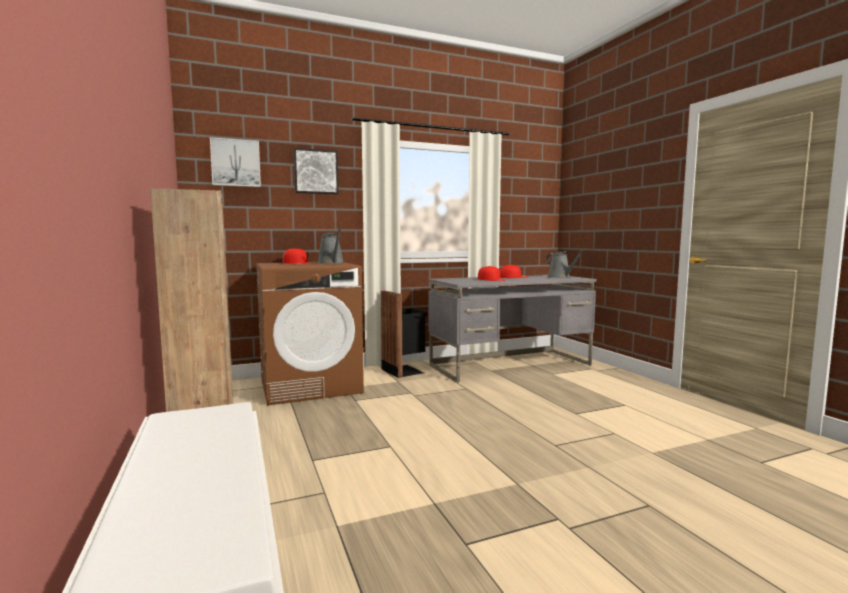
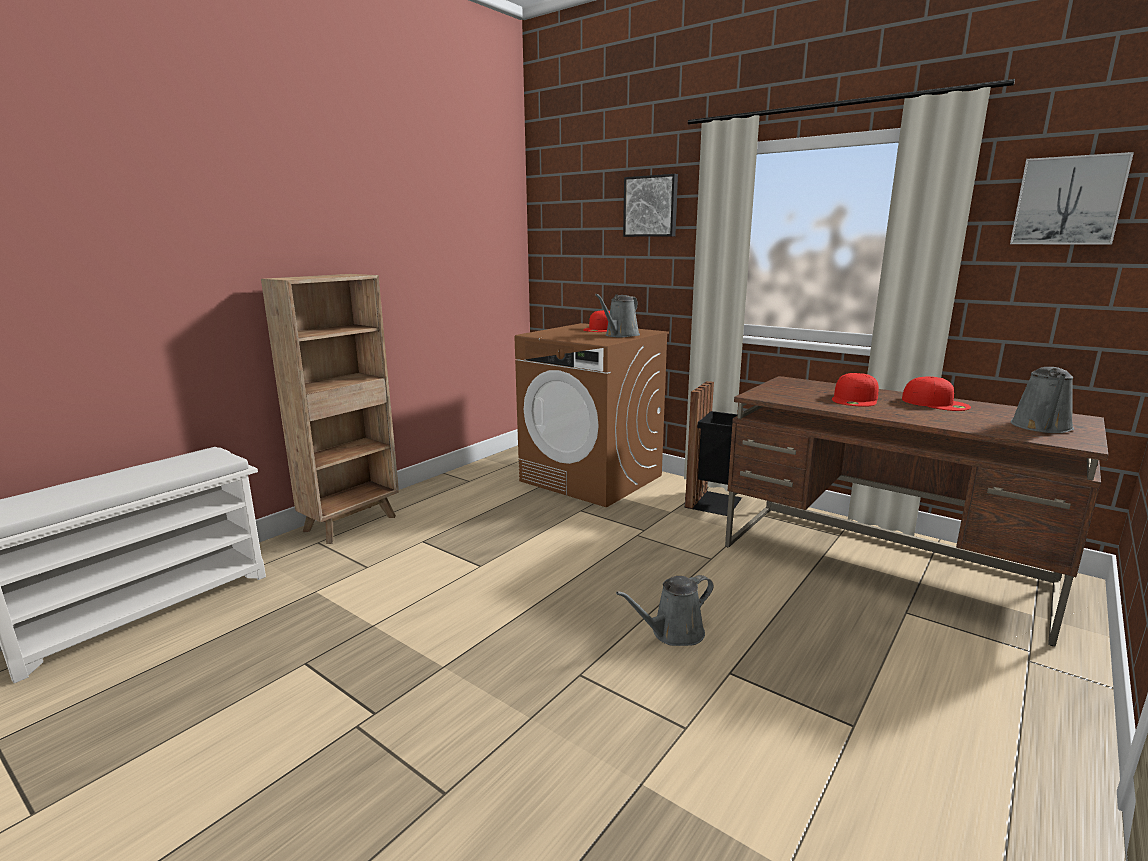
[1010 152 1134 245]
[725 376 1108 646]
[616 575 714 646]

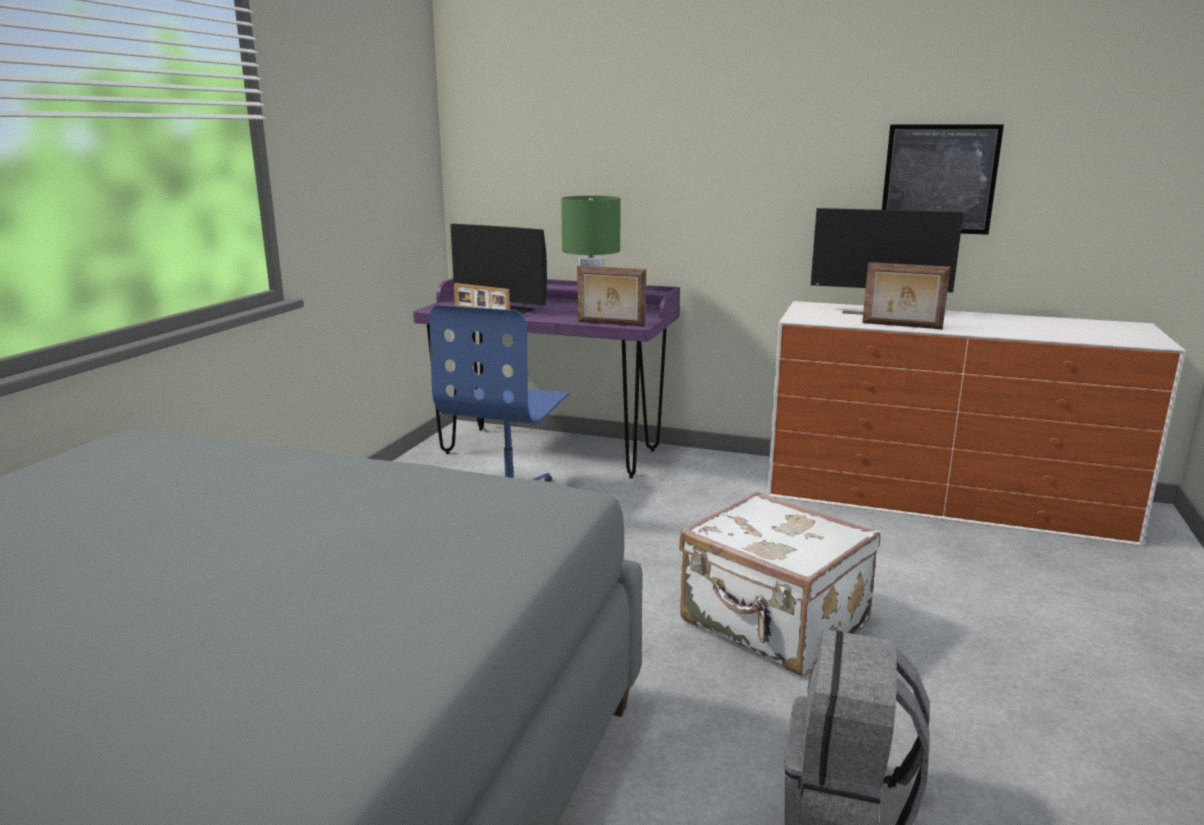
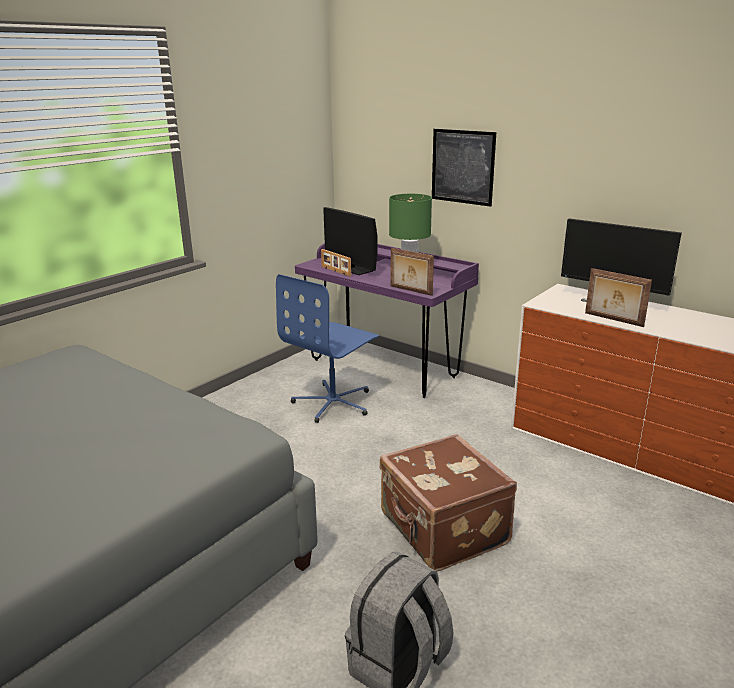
[380 434 517 572]
[432 129 496 207]

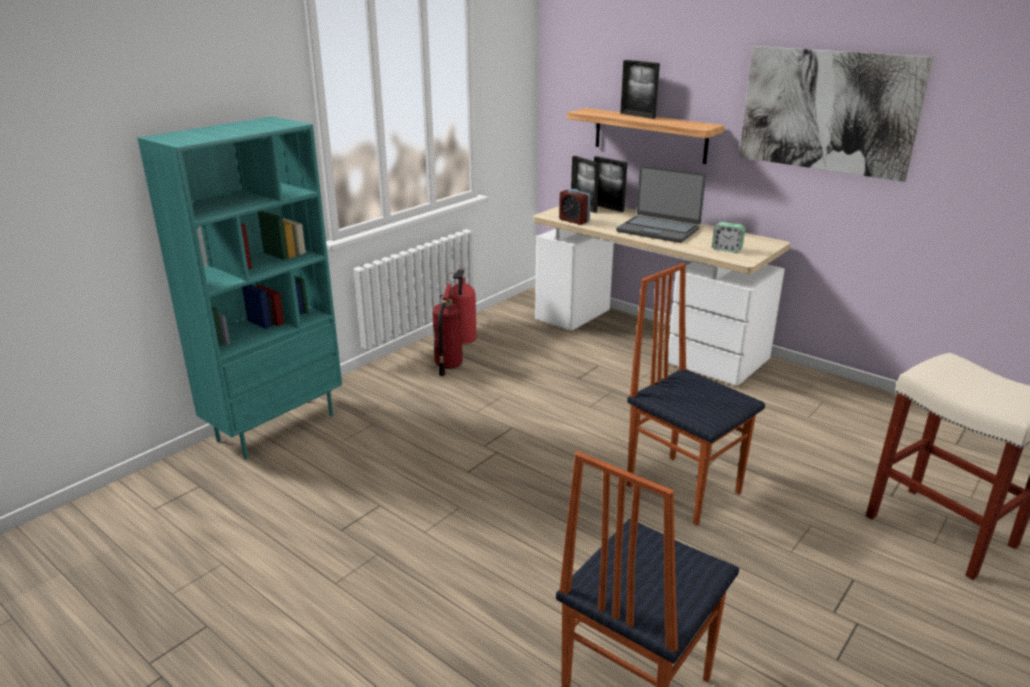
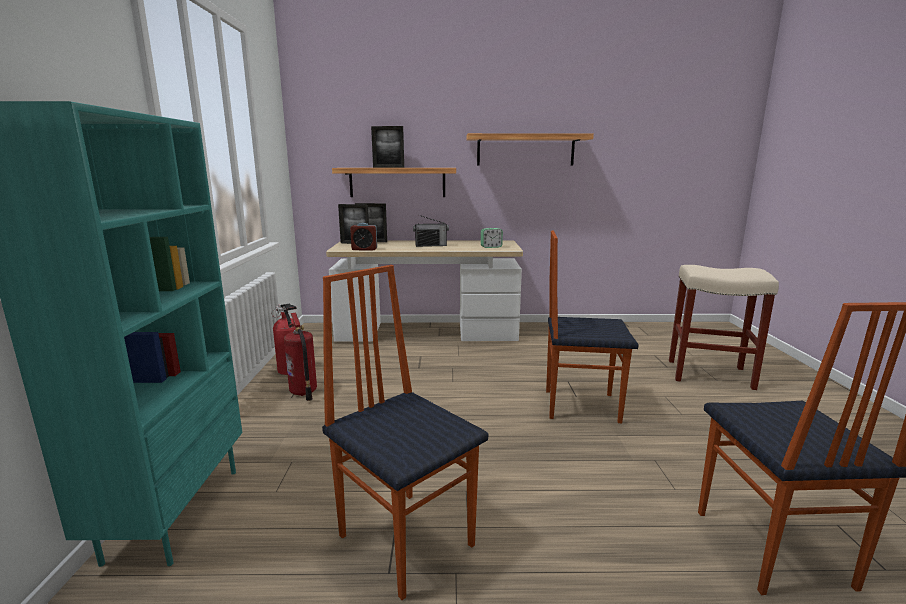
[413 215 449 247]
[467 133 594 165]
[322 265 488 600]

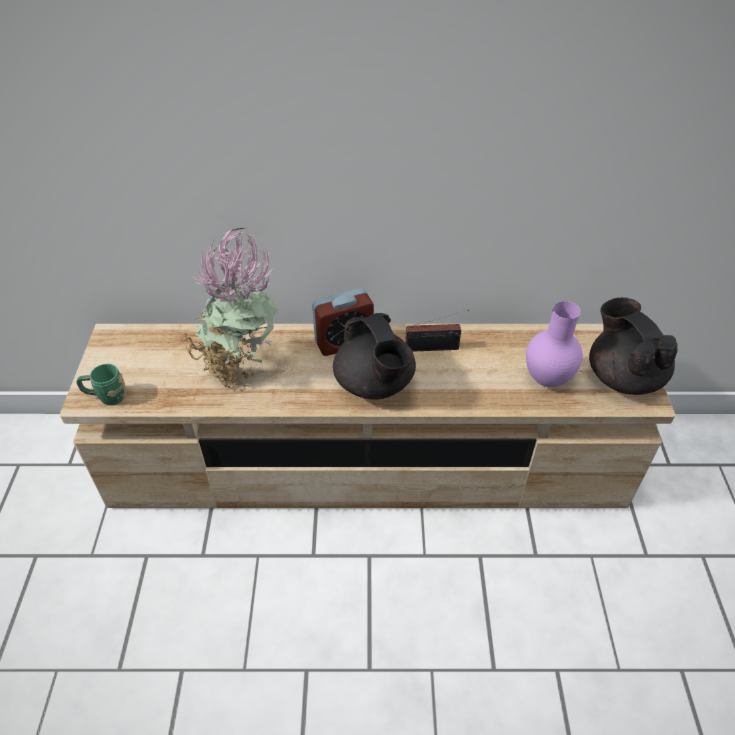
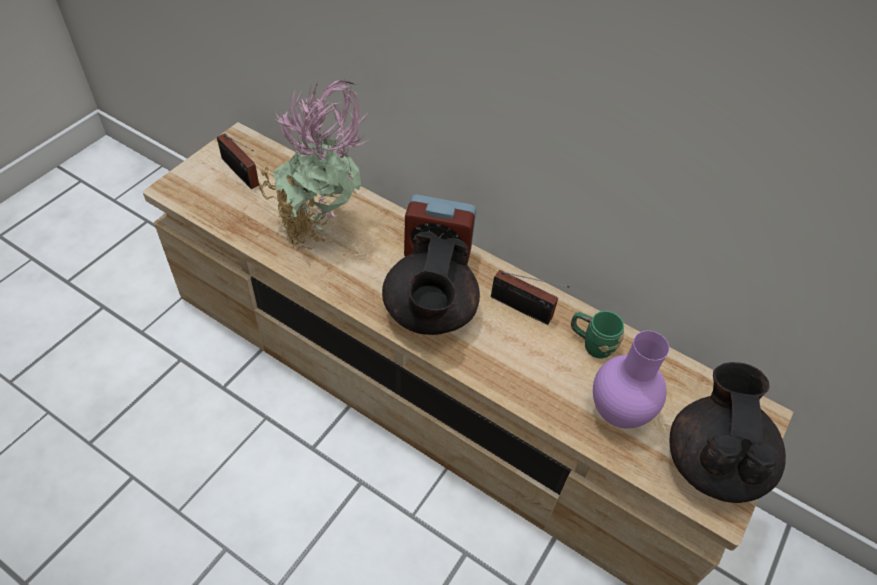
[571 311 624 359]
[217 134 259 189]

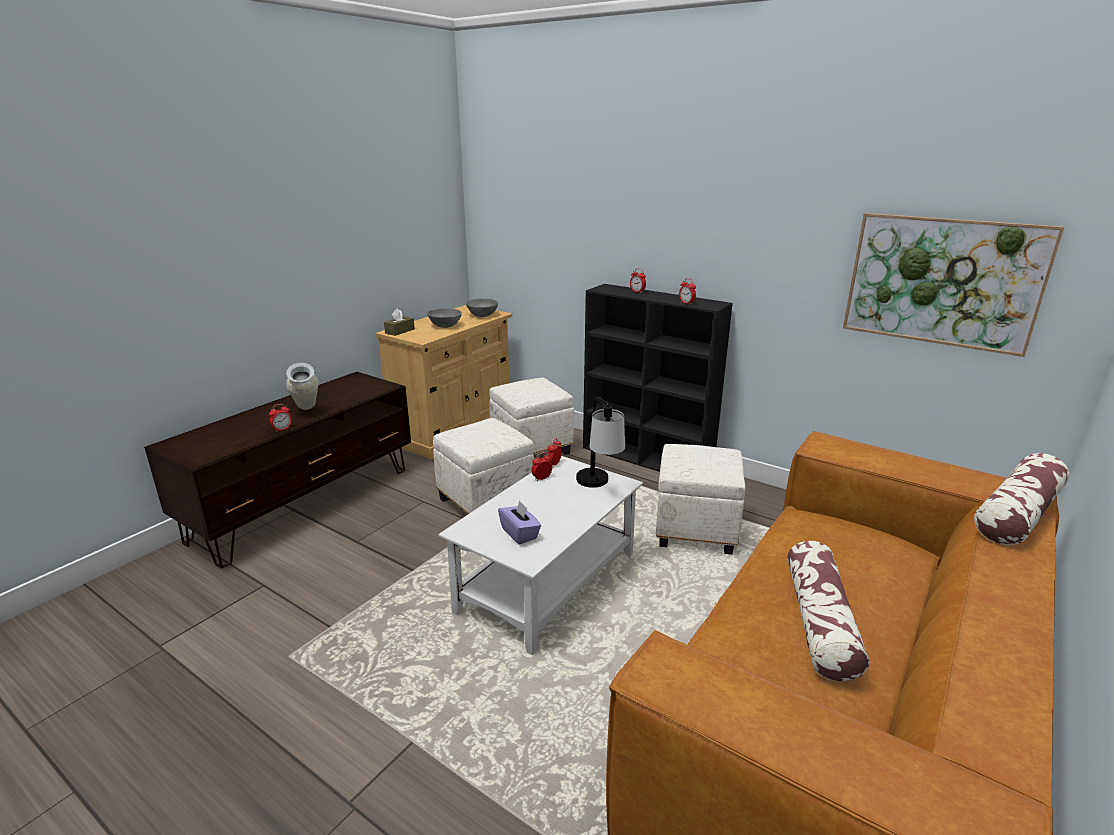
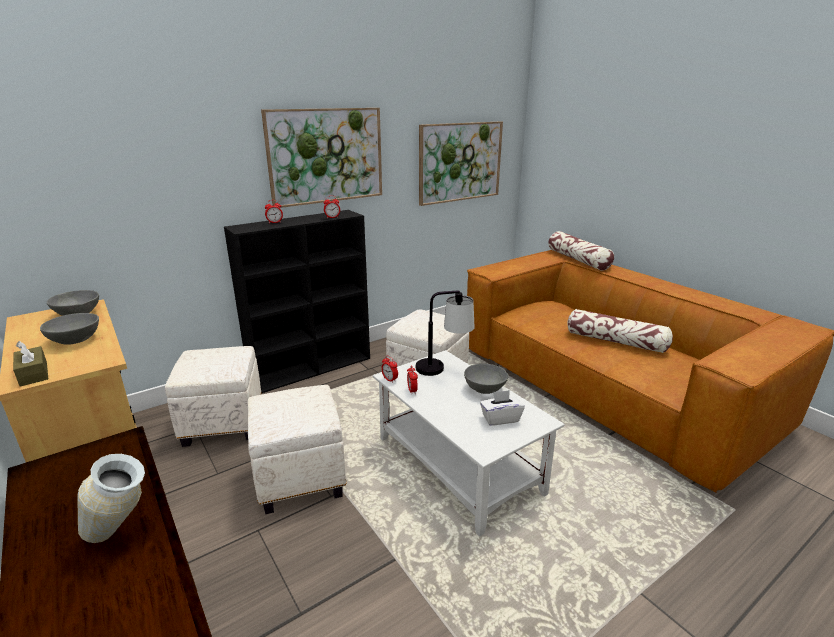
[269 404 292 432] (first image)
[480 390 525 426]
[261 108 382 208]
[464 364 509 394]

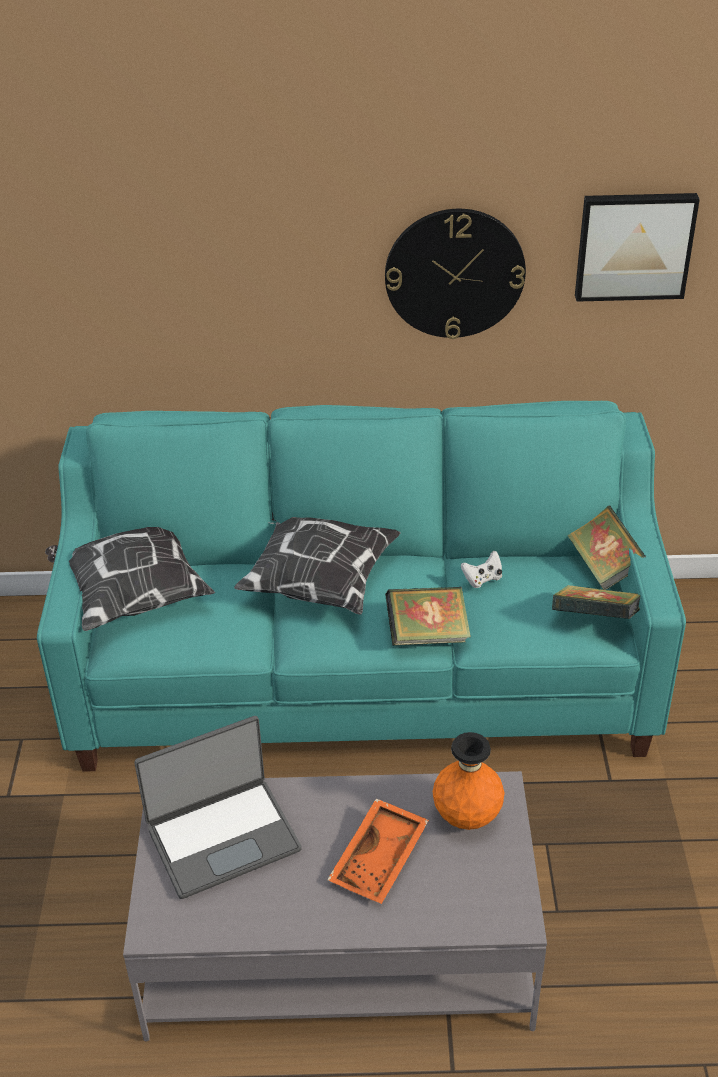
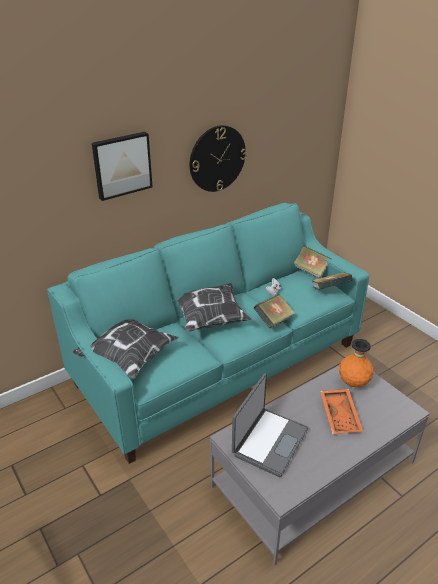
[92 132 153 201]

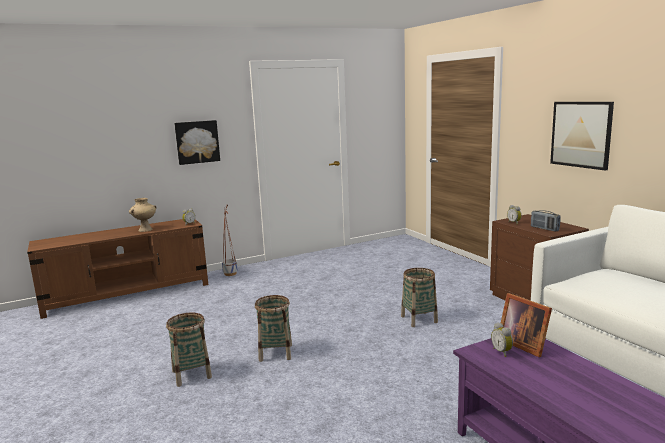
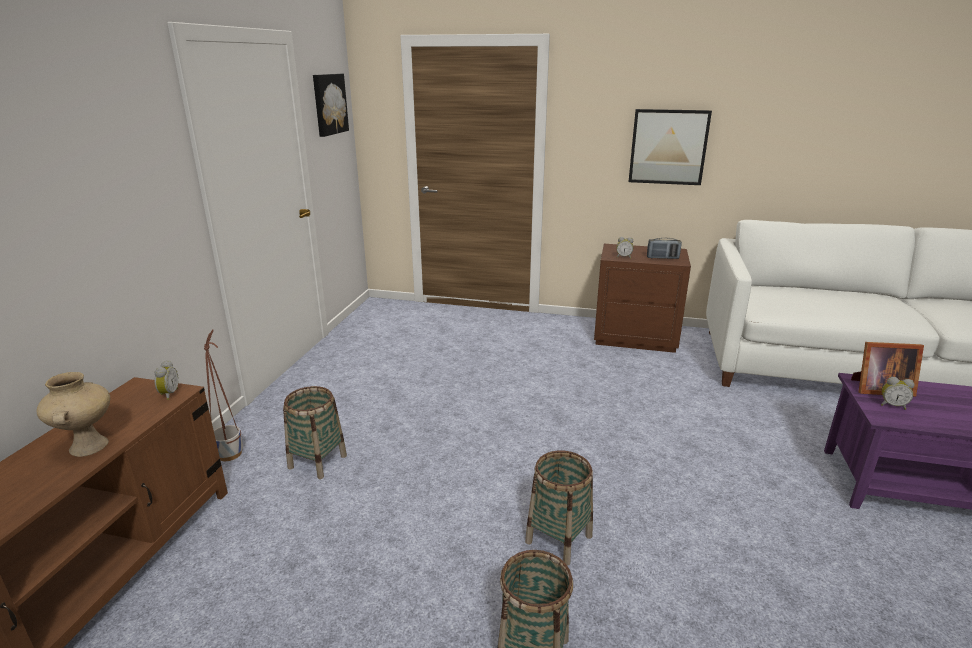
[313 74 349 137]
[283 386 347 479]

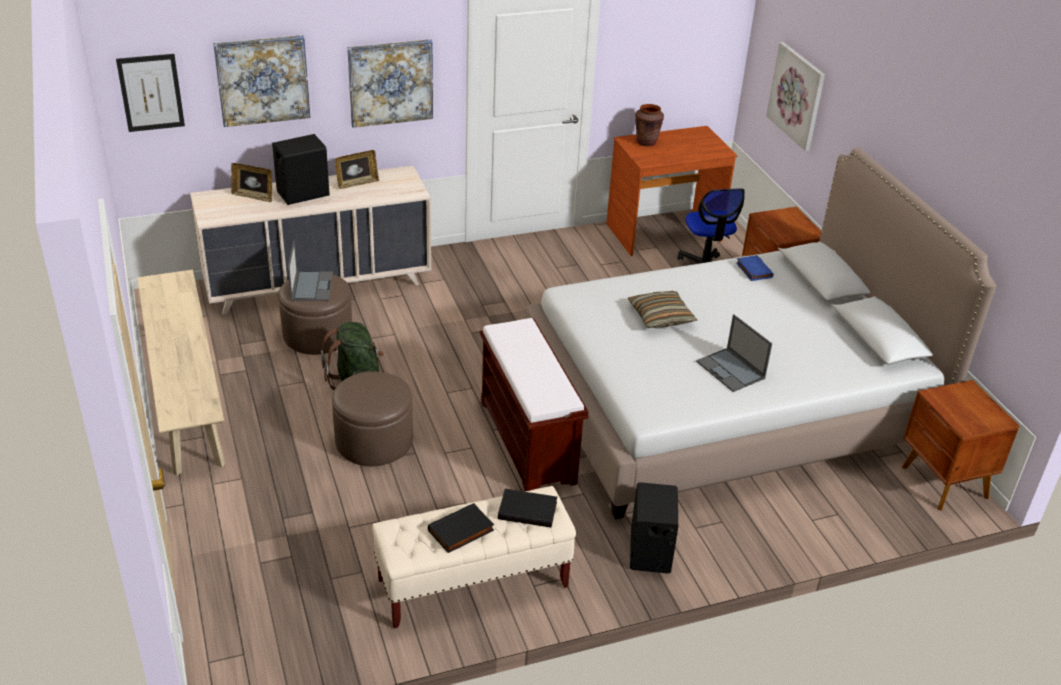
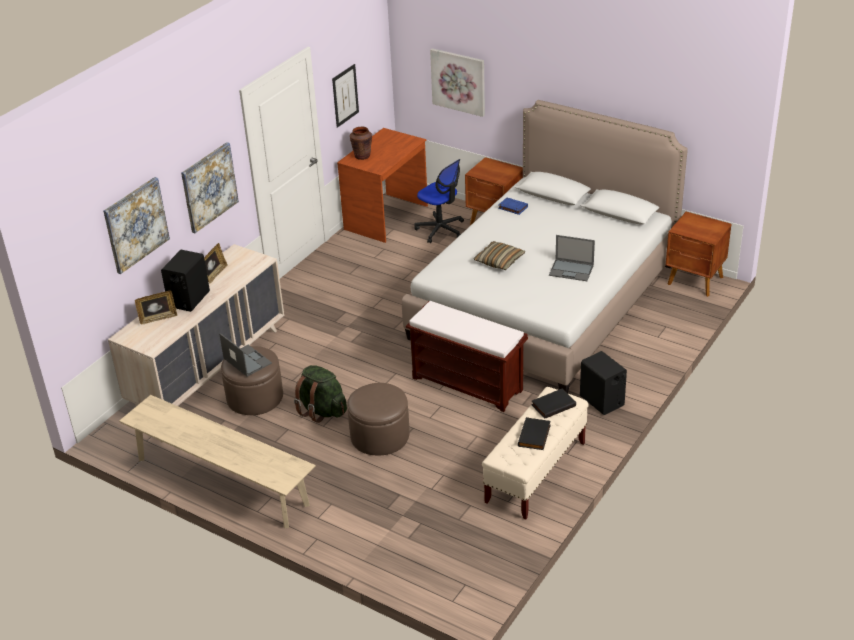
[332 64 359 128]

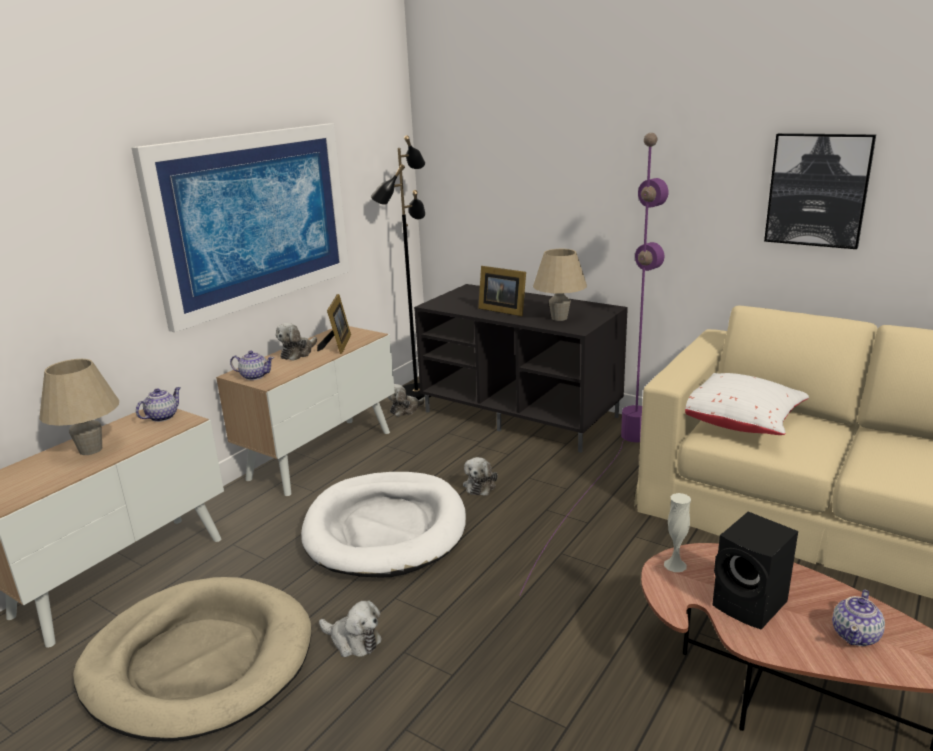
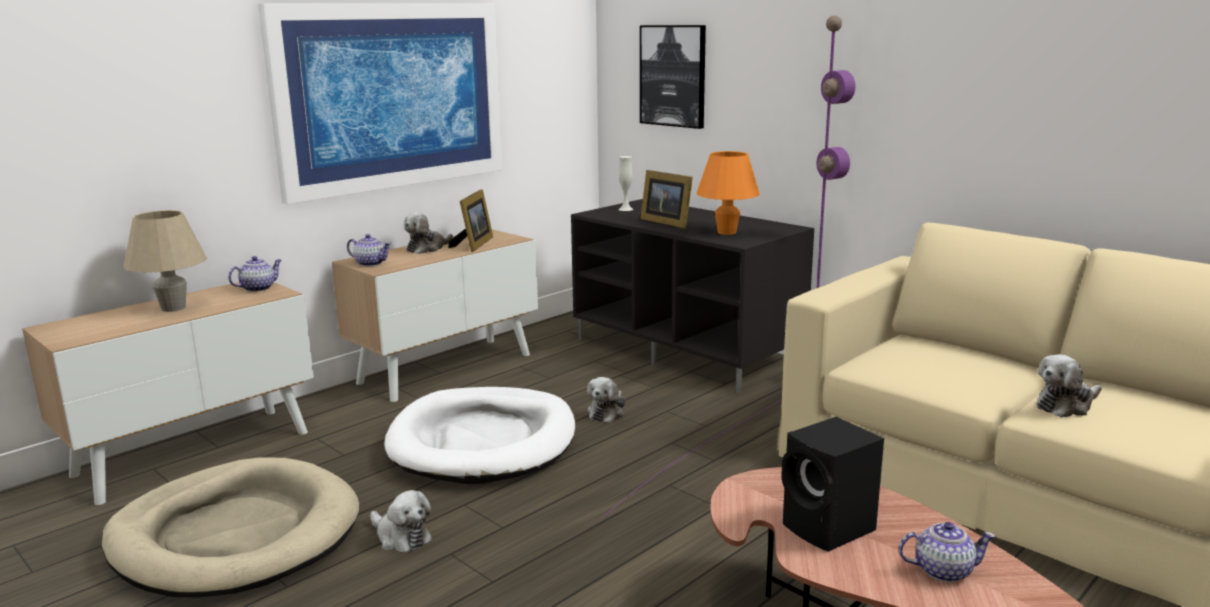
[371 135 431 400] (first image)
[1036 354 1102 417]
[697 151 760 235]
[619 156 633 211]
[685 373 809 435] (first image)
[640 25 706 129]
[899 522 996 582]

